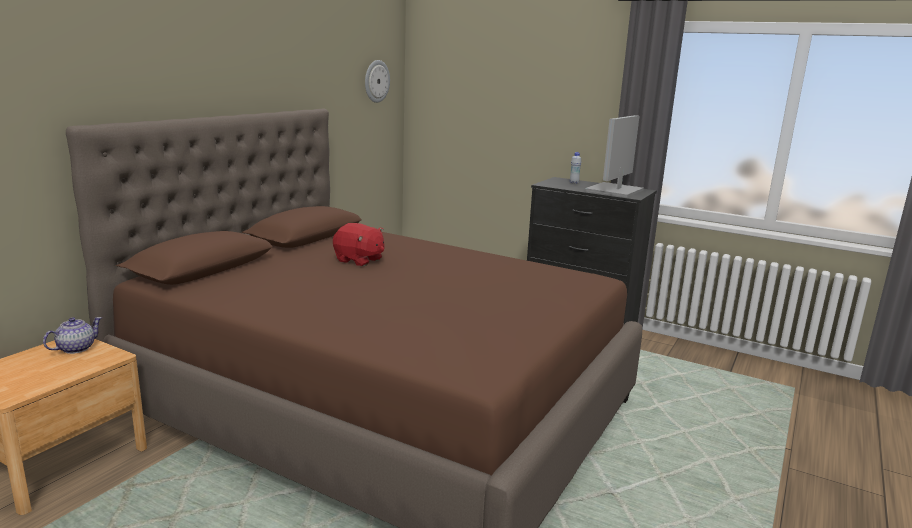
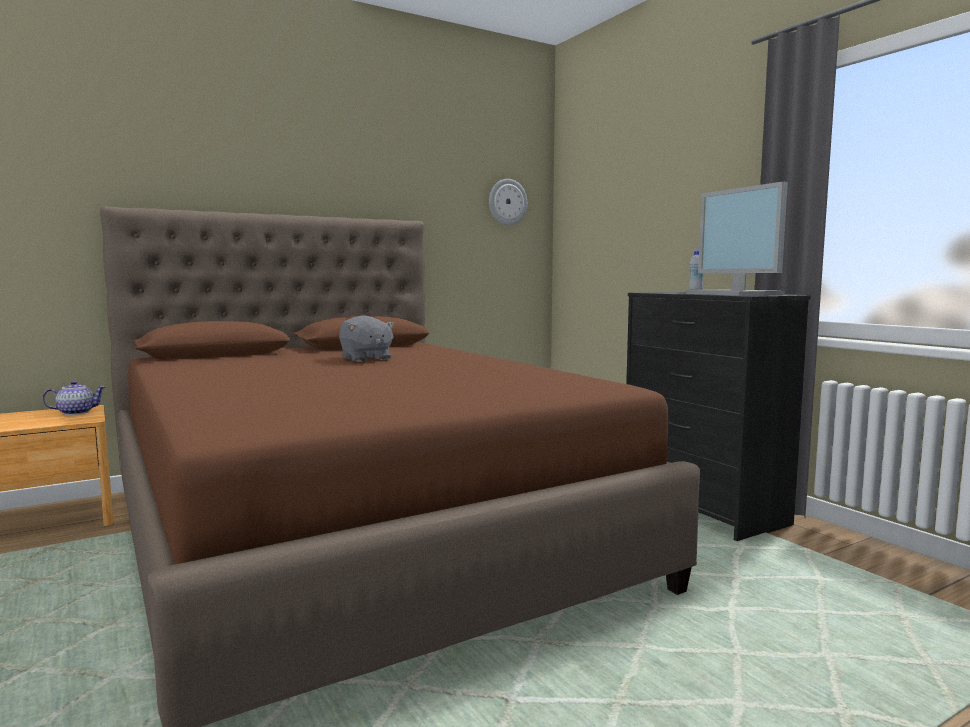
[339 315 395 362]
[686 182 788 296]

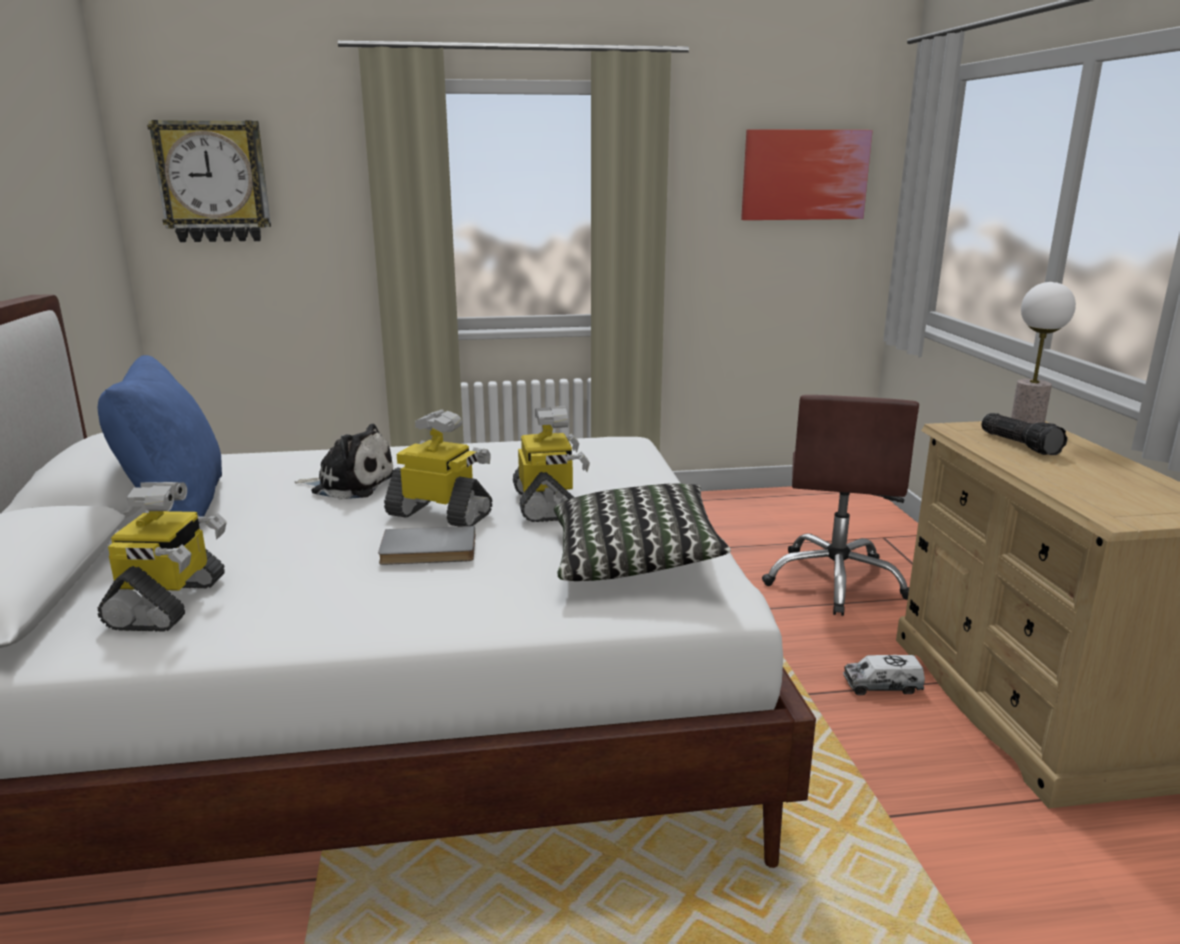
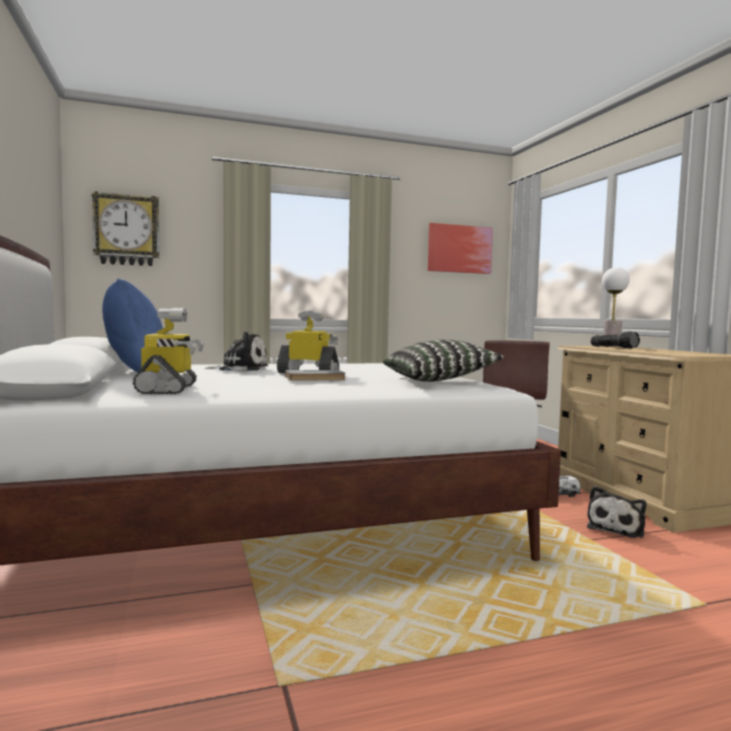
[513 406 590 522] (first image)
[587 486 646 538]

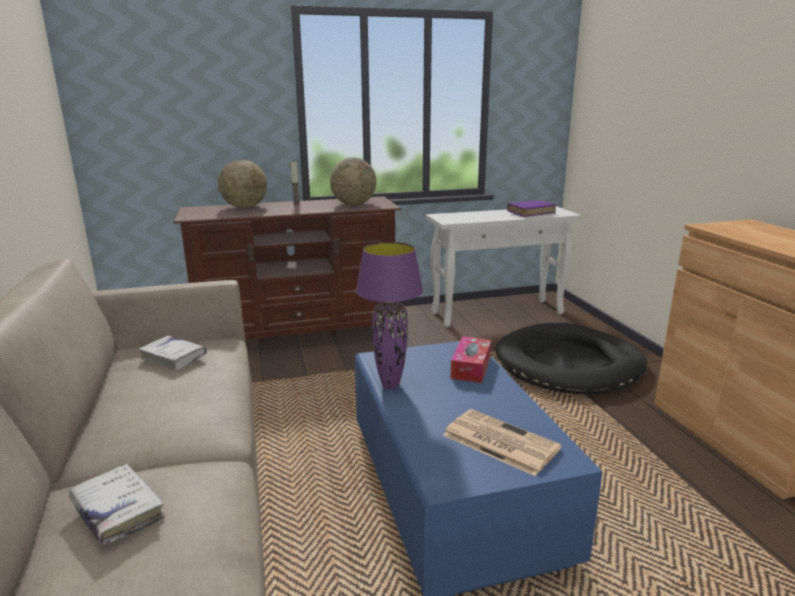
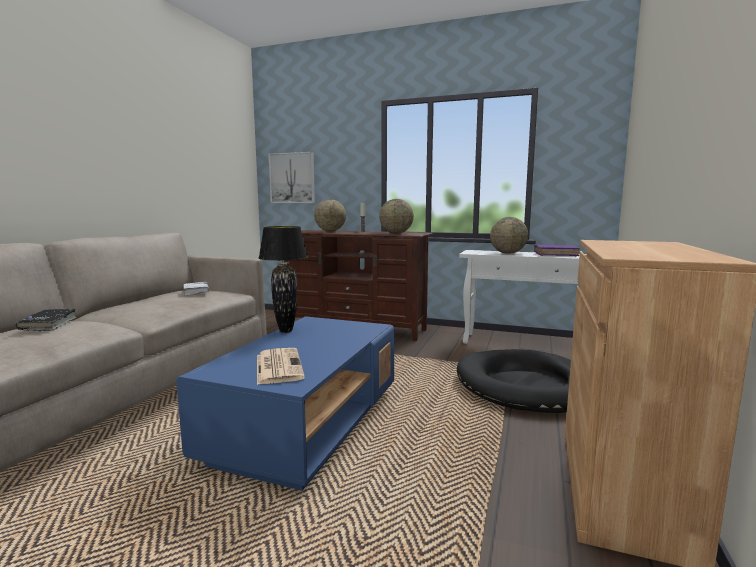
[15 309 77 331]
[258 226 307 333]
[450 336 491 383] (first image)
[269 152 315 203]
[490 217 528 254]

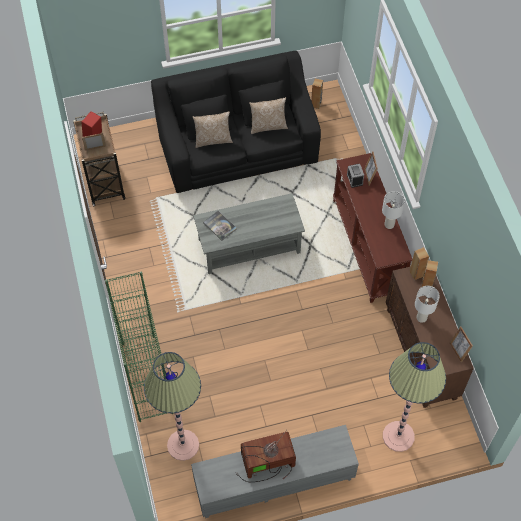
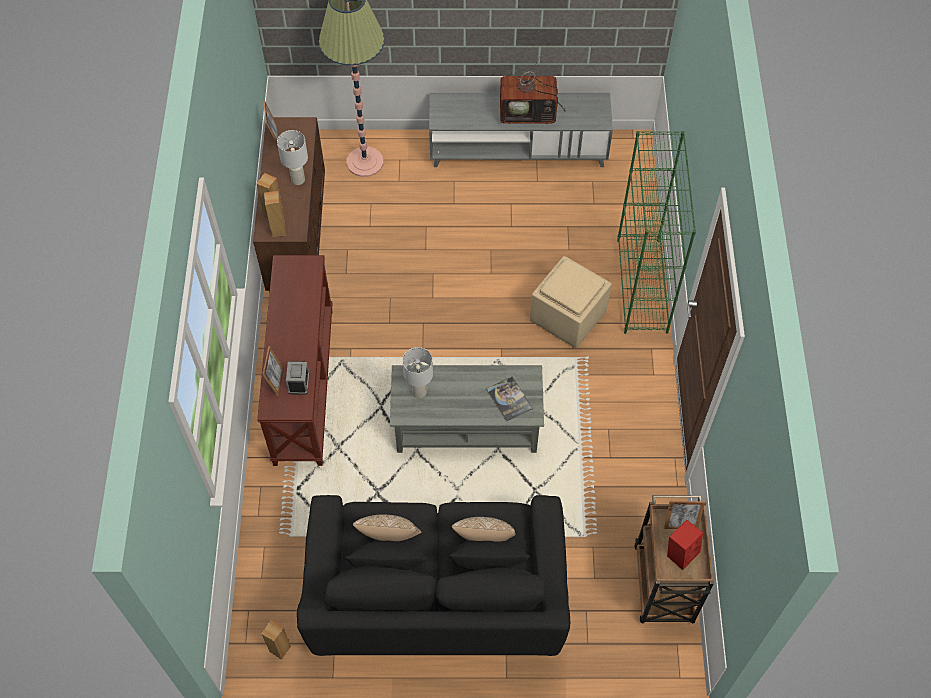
[144 352 201 461] (first image)
[403 347 433 398]
[530 256 612 348]

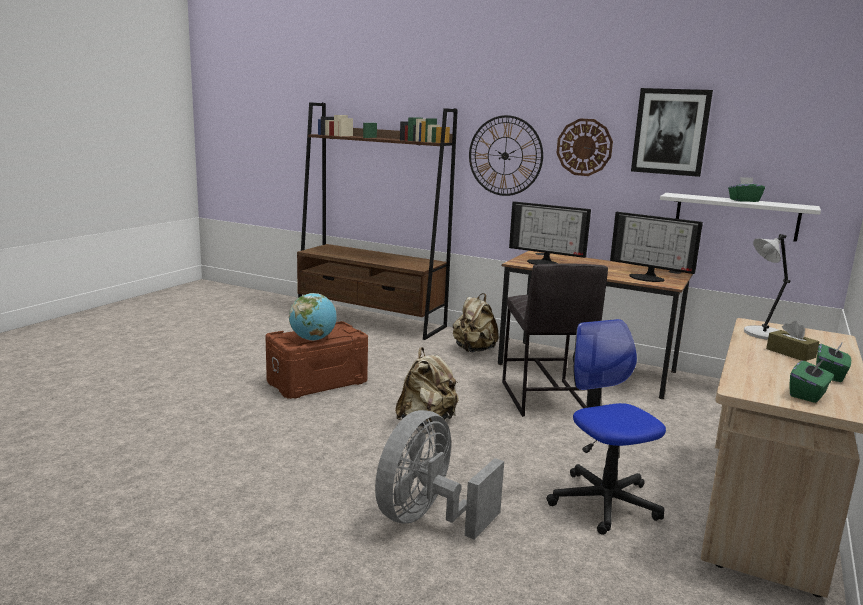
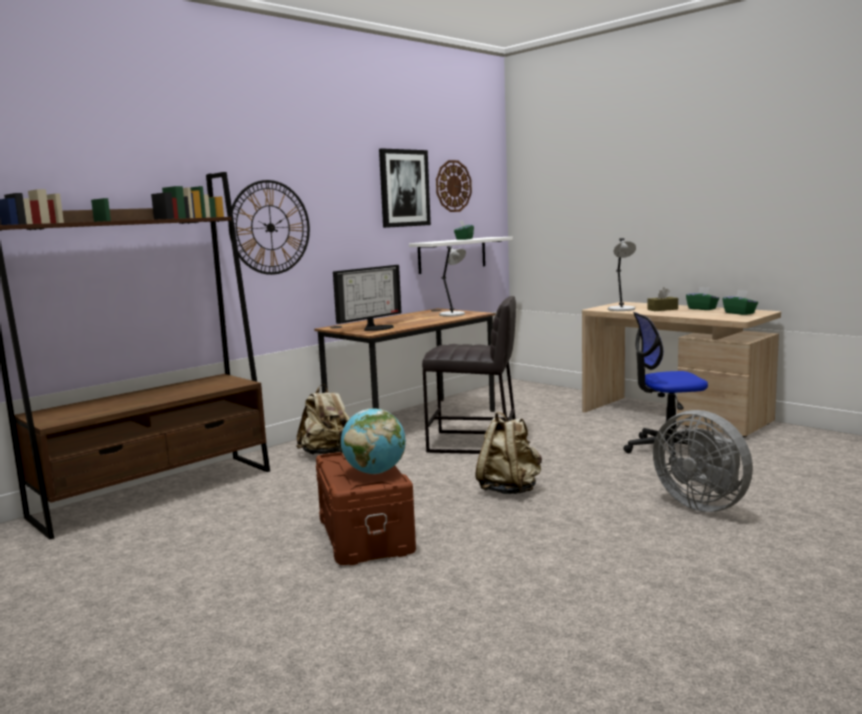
[436 160 472 212]
[439 246 466 317]

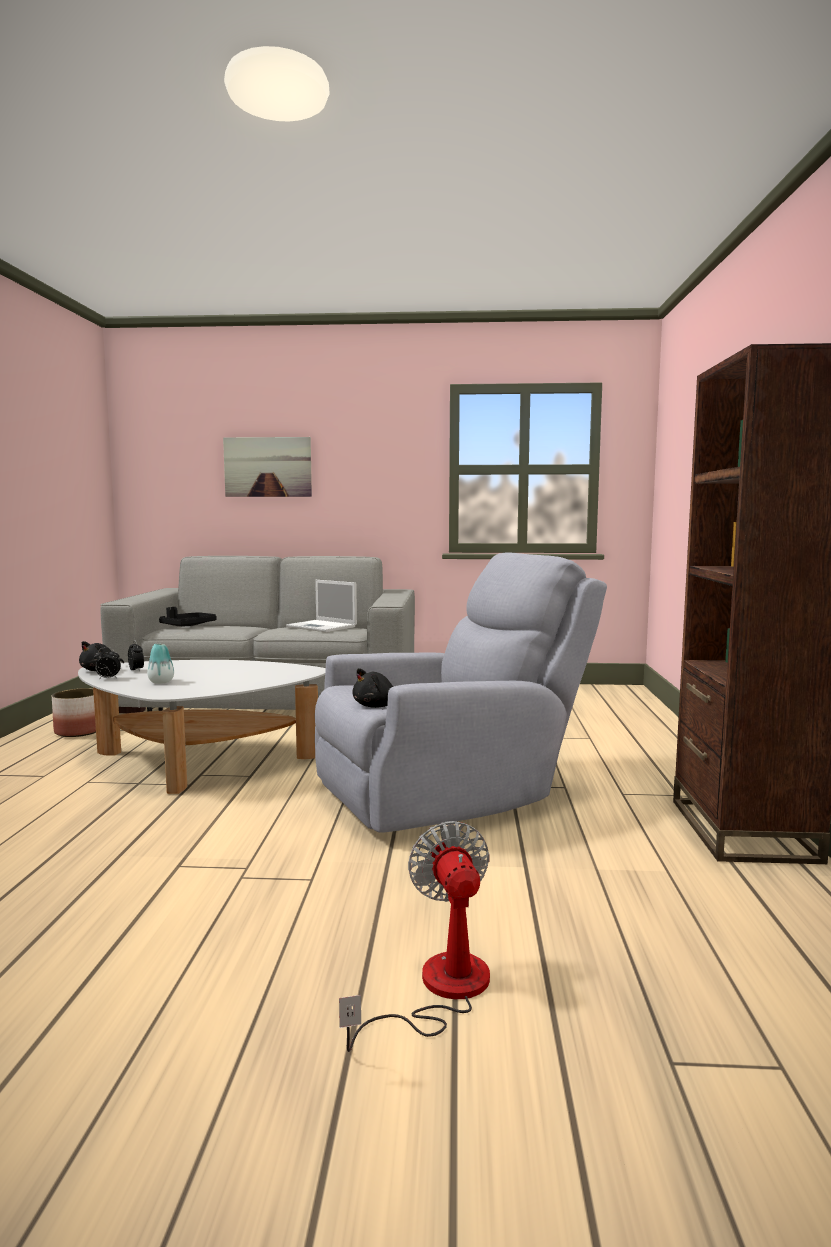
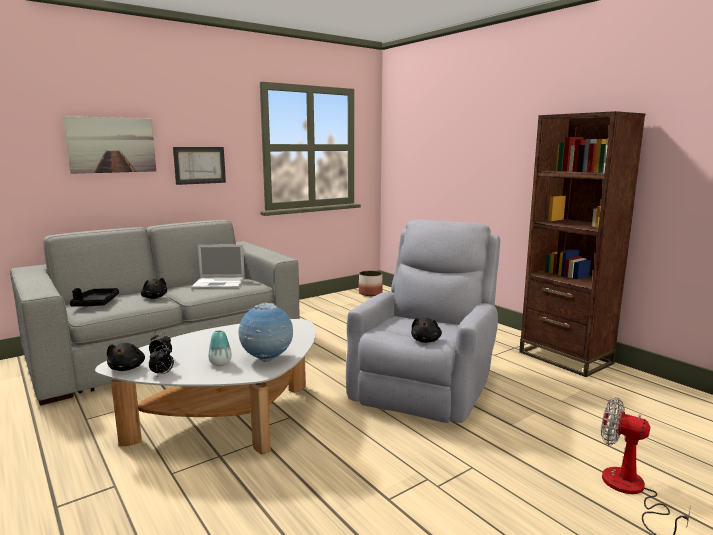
[359 271 383 296]
[141 278 167 299]
[173 147 226 185]
[238 302 293 362]

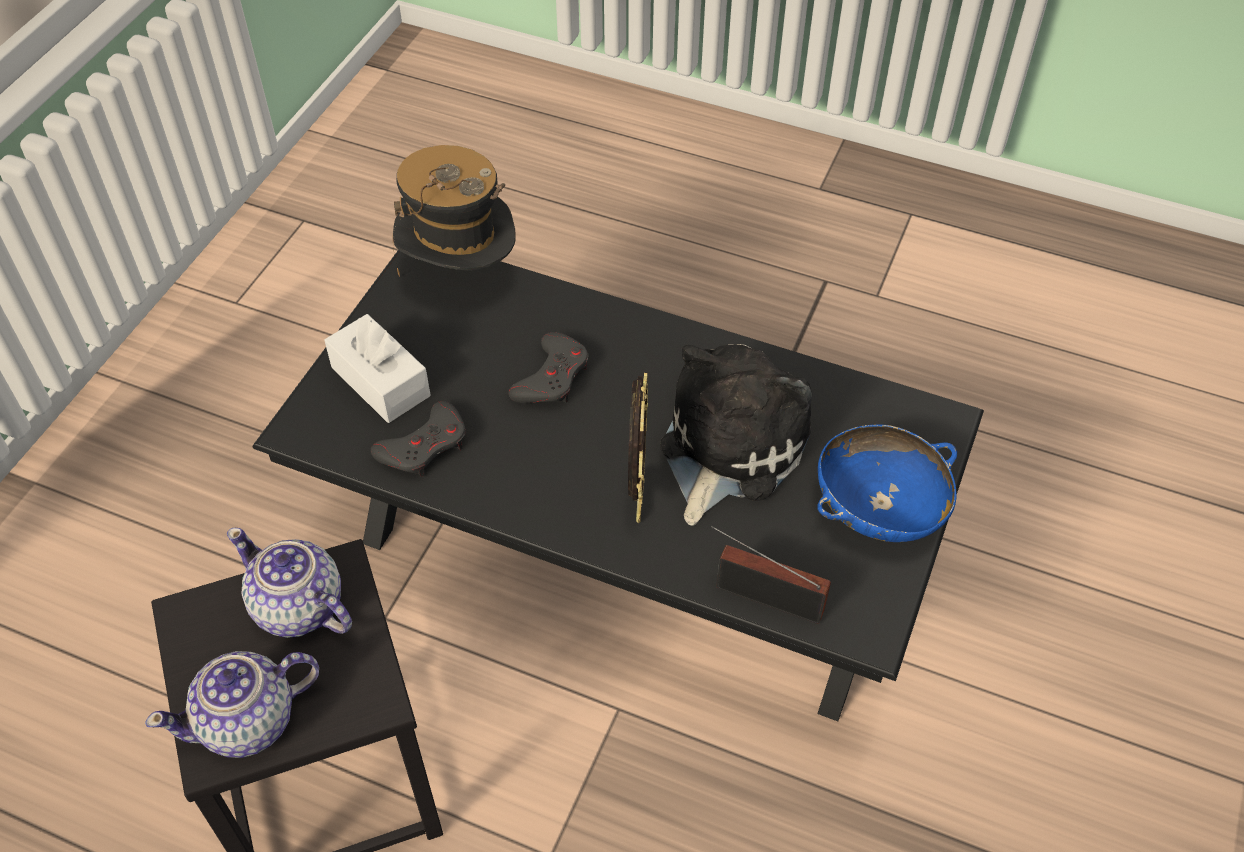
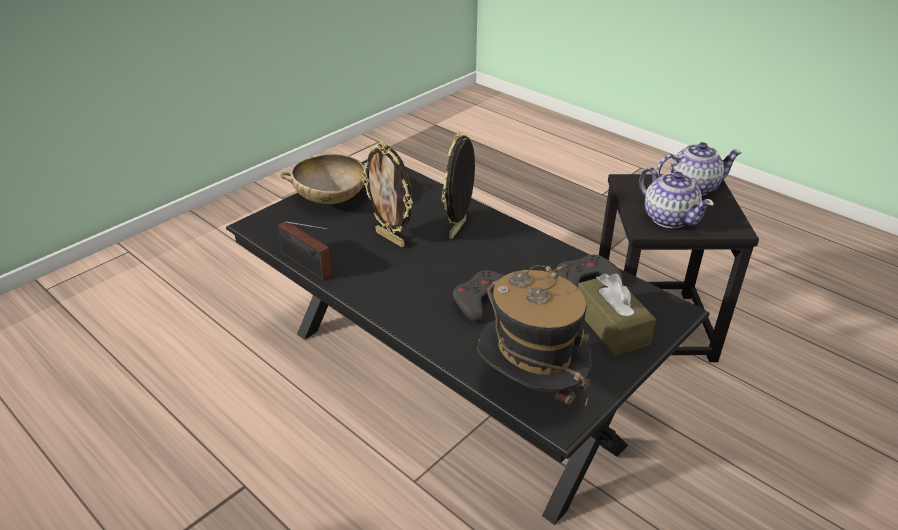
[578 273 656 356]
[361 142 413 247]
[277 221 332 280]
[280 154 366 204]

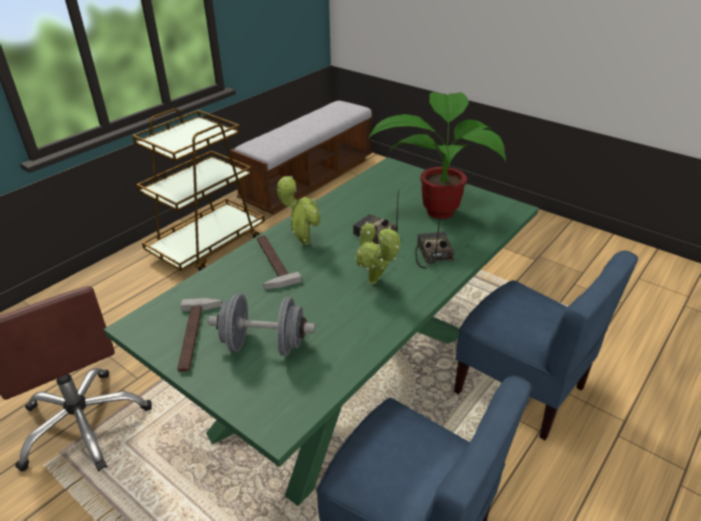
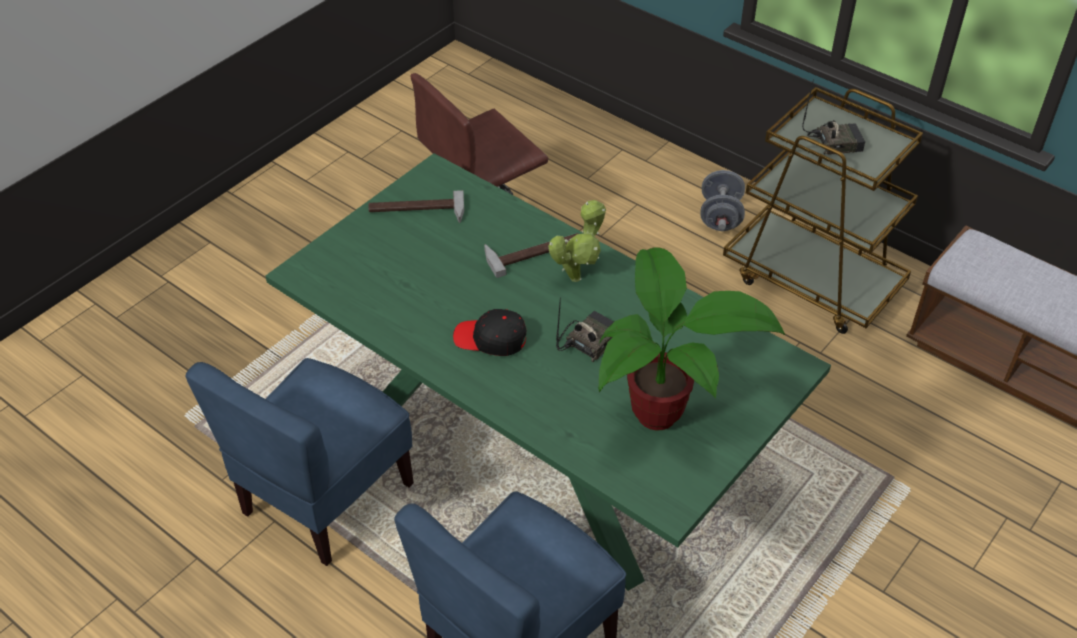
[700 170 745 231]
[453 309 527 356]
[802 79 865 155]

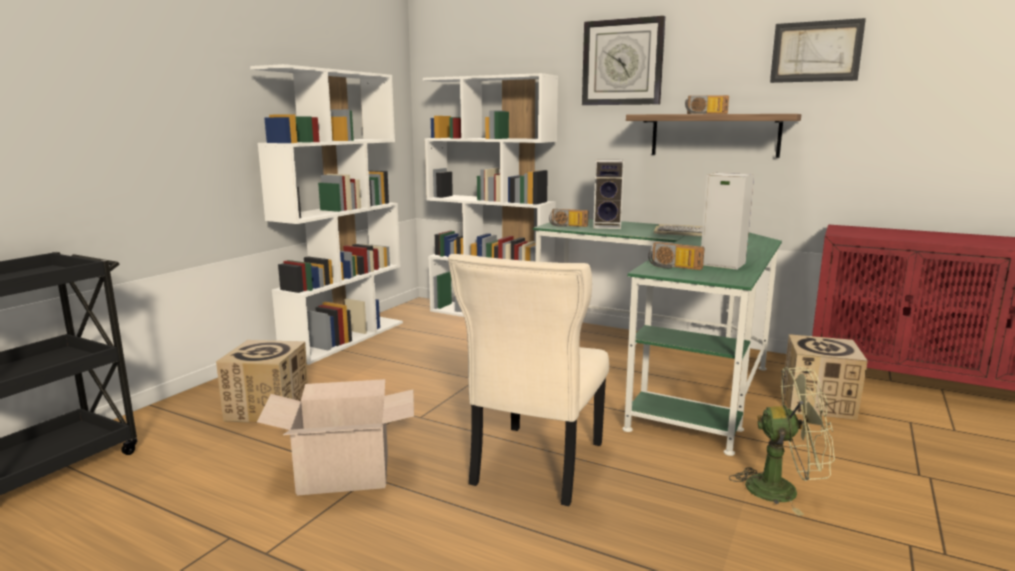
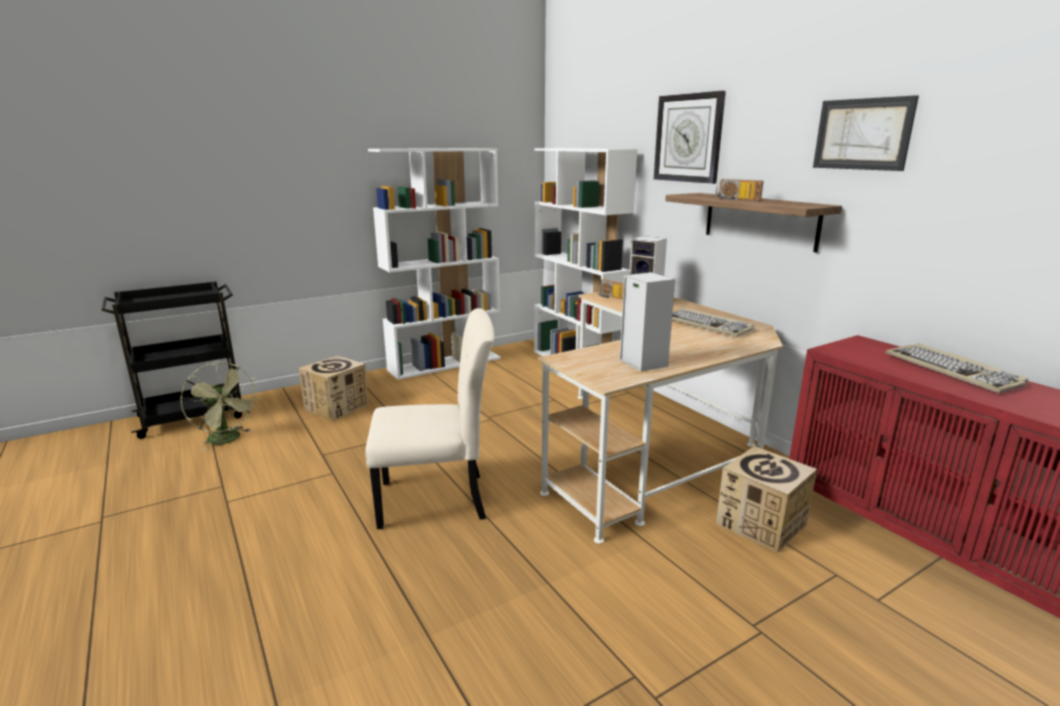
[257 379 414 496] (first image)
[365 308 495 529]
[538 292 783 544]
[648 242 705 270] (first image)
[180 362 258 451]
[885 343 1028 393]

